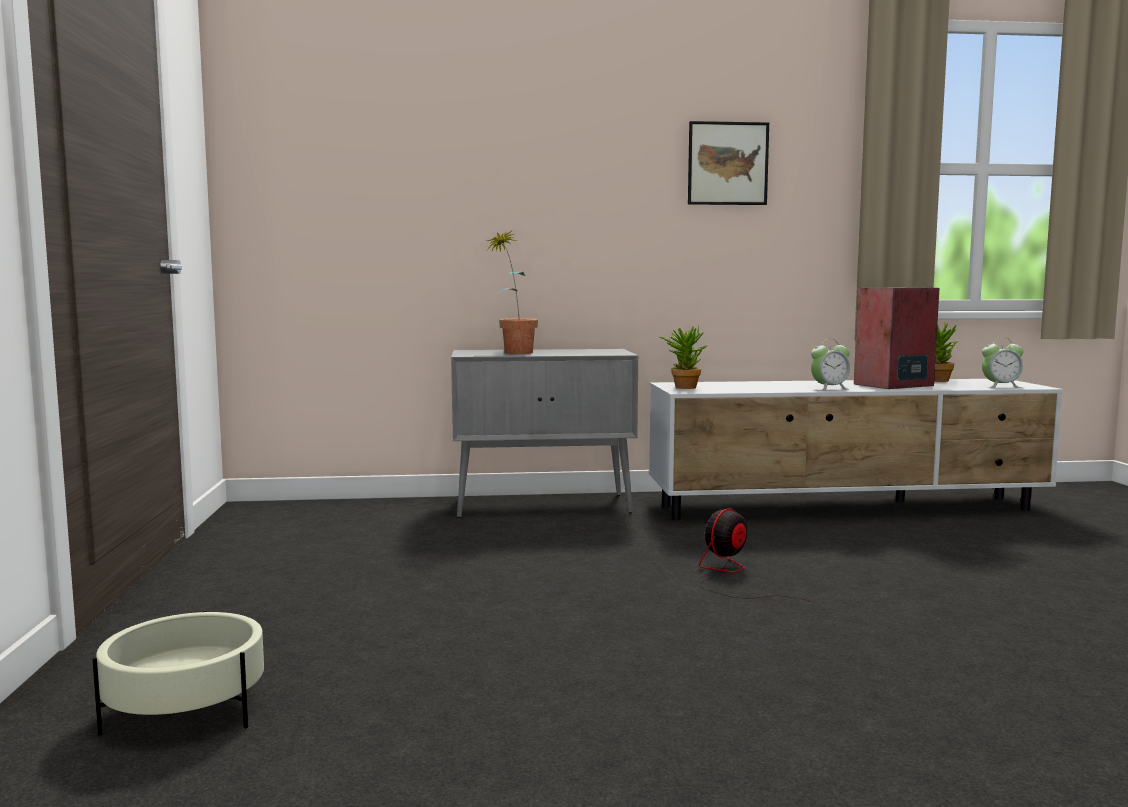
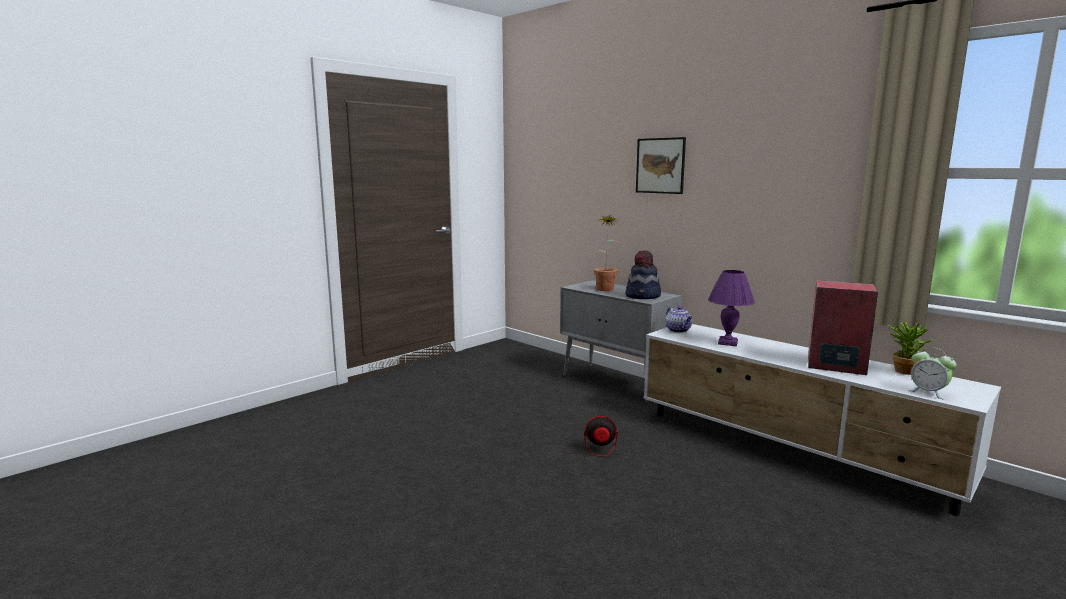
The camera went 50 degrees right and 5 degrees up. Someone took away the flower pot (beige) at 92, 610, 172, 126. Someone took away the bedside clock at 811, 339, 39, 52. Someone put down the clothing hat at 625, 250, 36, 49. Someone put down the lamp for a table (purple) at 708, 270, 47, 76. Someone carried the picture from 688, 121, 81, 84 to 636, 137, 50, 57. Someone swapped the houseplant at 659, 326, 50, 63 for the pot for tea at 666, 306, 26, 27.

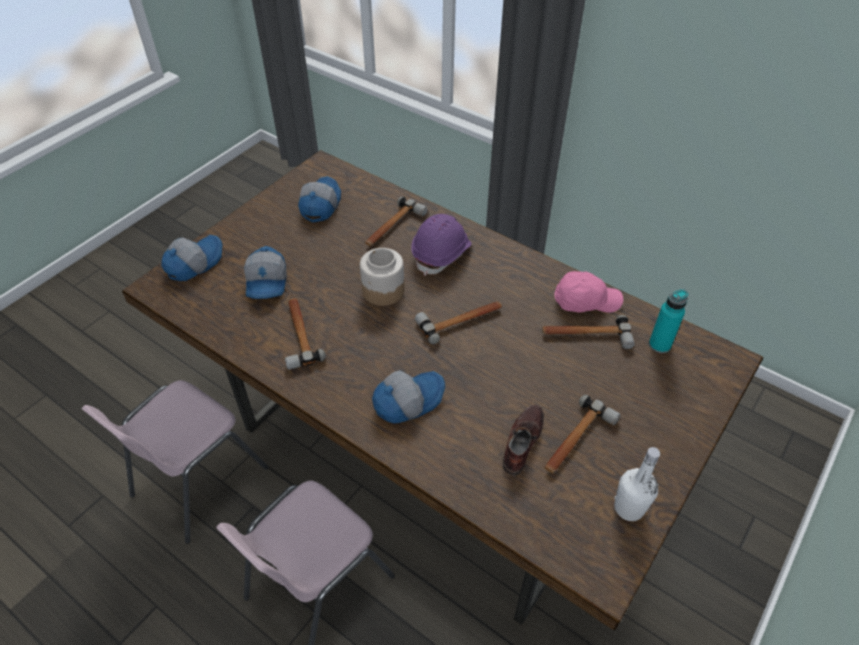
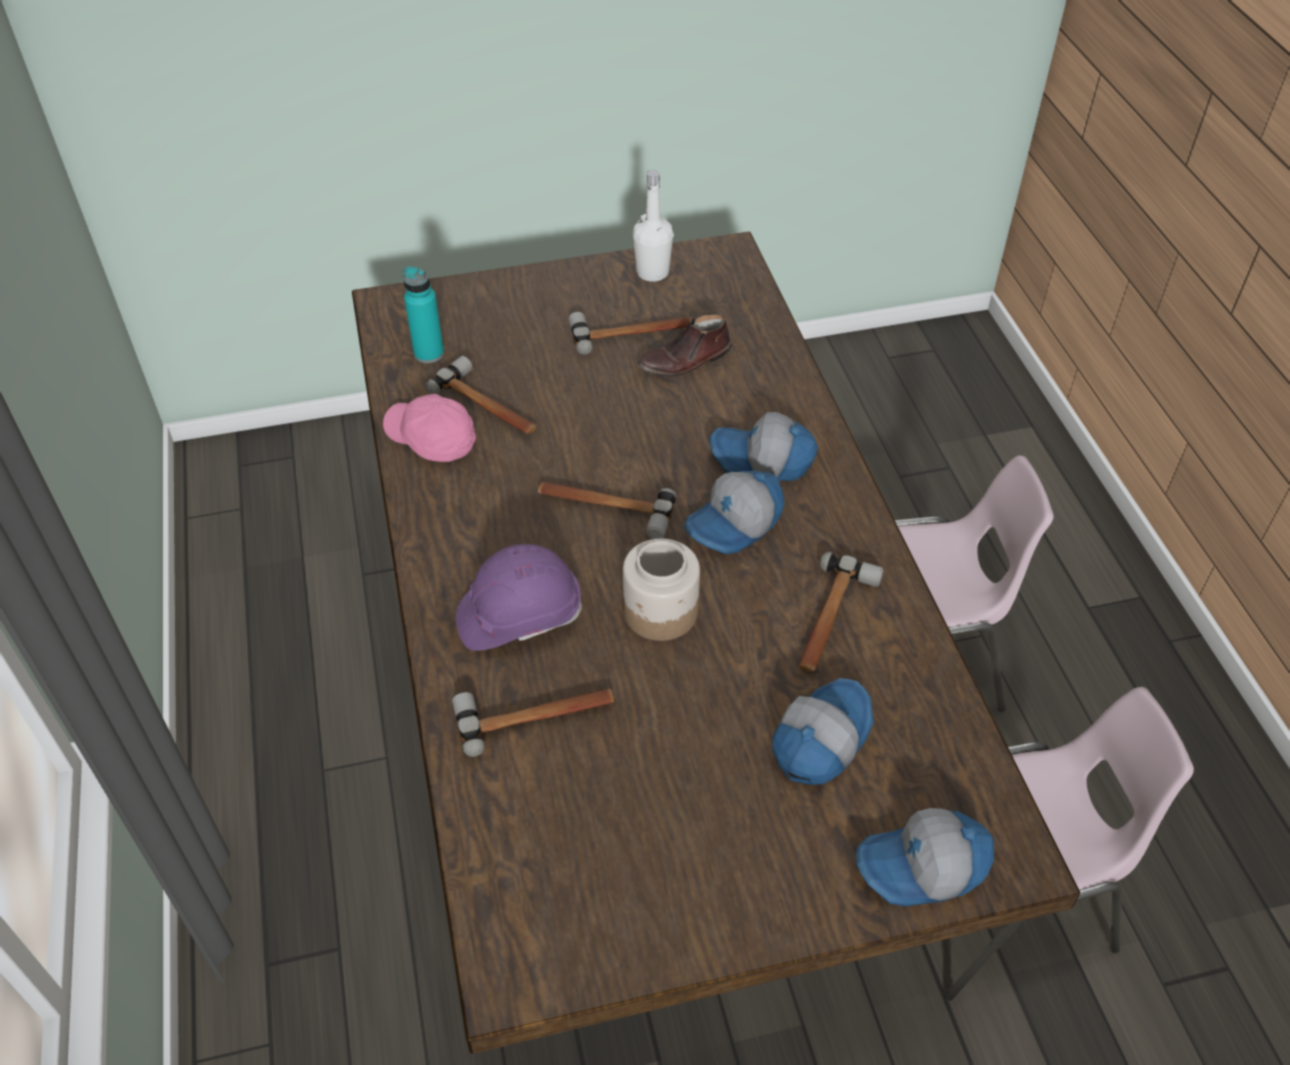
The camera went 140 degrees left and 0 degrees up. Someone carried the cap from 298, 176, 43, 47 to 684, 471, 100, 83.

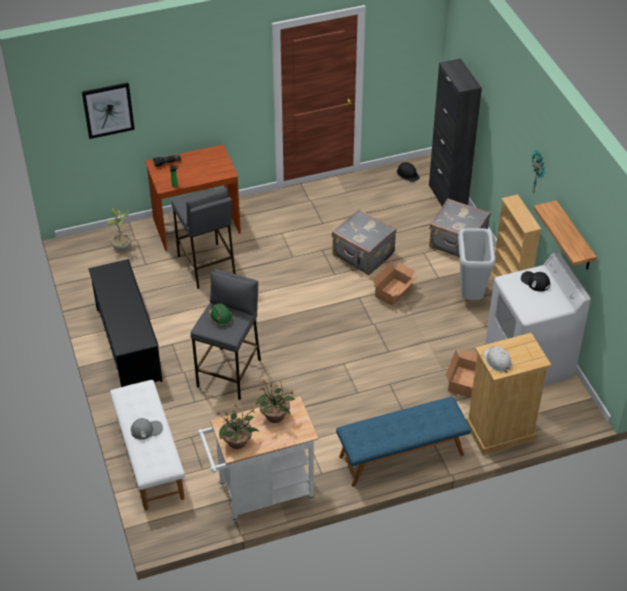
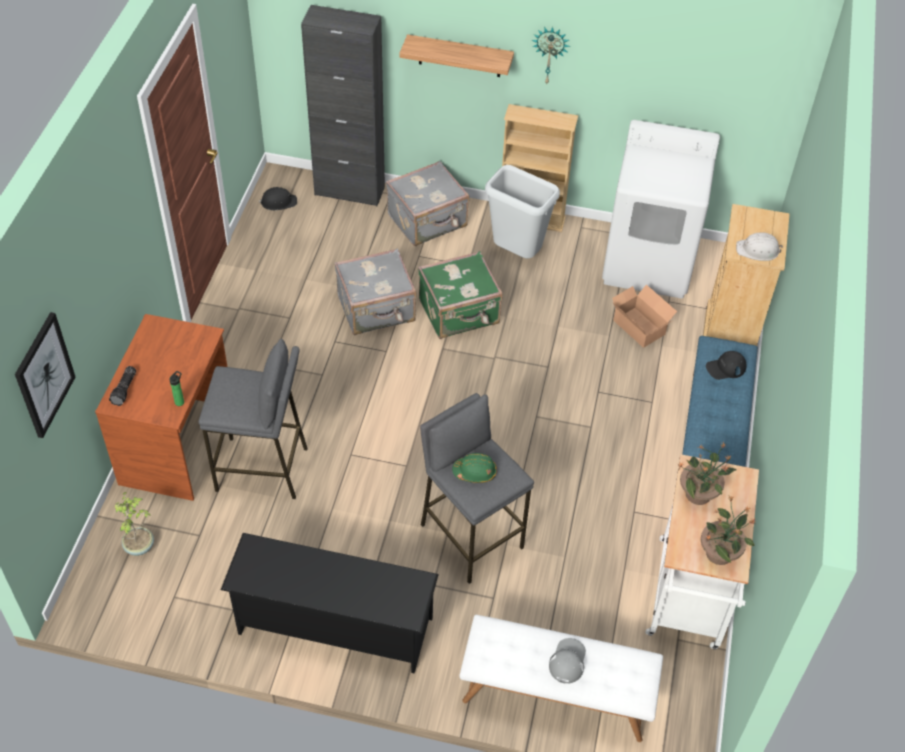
The camera went 60 degrees left and 5 degrees up. Someone carried the cap (black-coloured) from 521, 271, 29, 21 to 706, 351, 41, 29. Someone carried the wall shelf from 534, 200, 63, 70 to 399, 34, 115, 43. Someone swapped the packing box at 373, 261, 46, 45 for the travel case (green-coloured) at 418, 251, 85, 88.

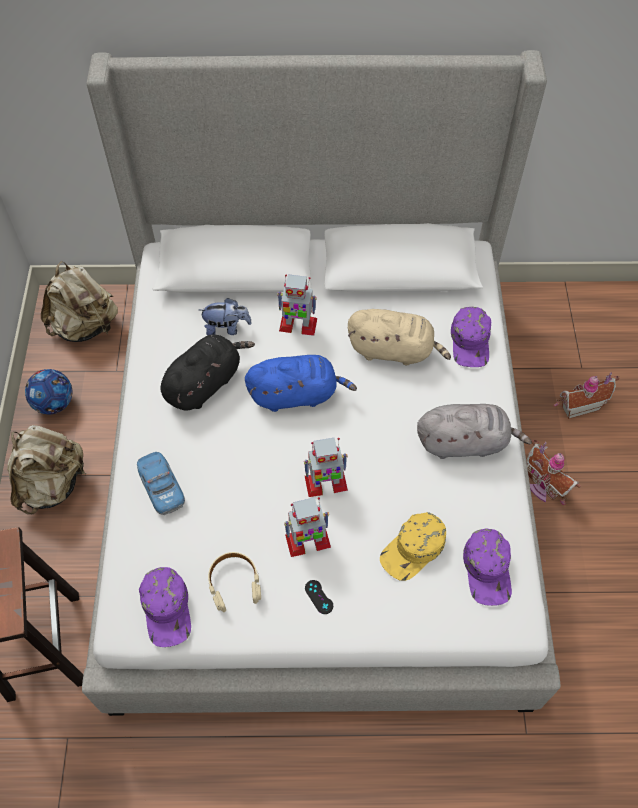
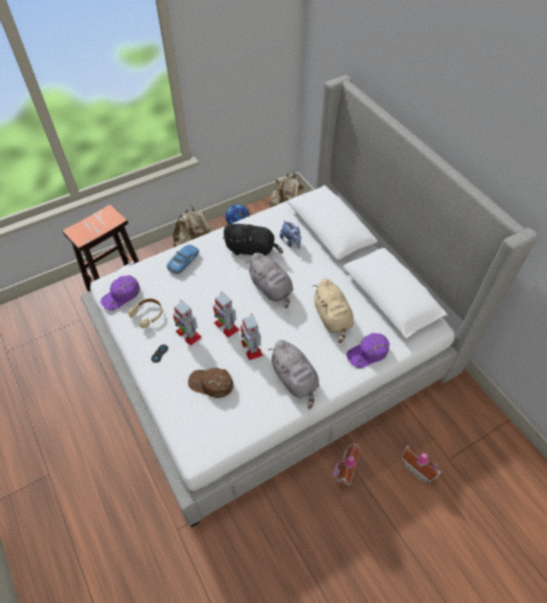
The camera went 60 degrees right and 5 degrees down. Someone took away the cap (purple) at 463, 528, 49, 78. Someone carried the model robot from 277, 275, 40, 61 to 240, 314, 23, 46. Someone repainted the soft toy (blue) at 245, 355, 112, 57, which became the soft toy (grey) at 246, 253, 47, 55. Someone repainted the cap (yellow) at 380, 512, 66, 69, which became the cap (brown) at 188, 367, 45, 31.

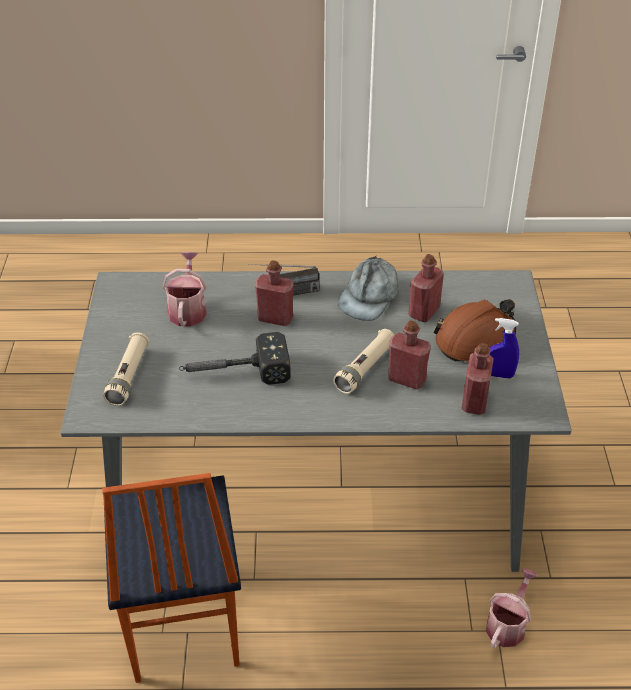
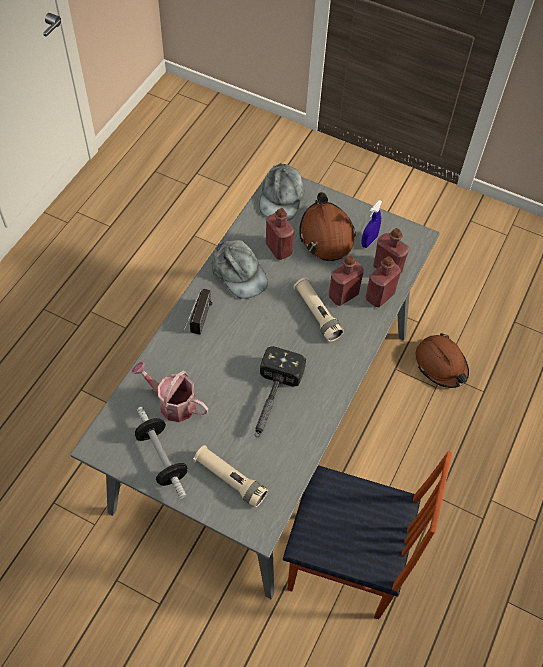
The camera went 65 degrees left and 15 degrees up. Someone put down the free weight at 135, 407, 52, 92. Someone put down the cap (grey) at 259, 162, 45, 59. Someone carried the beverage bottle (reddish) from 255, 260, 39, 66 to 366, 256, 35, 52. Someone swapped the watering pot at 486, 568, 52, 80 for the hard hat (brown) at 416, 333, 53, 55.

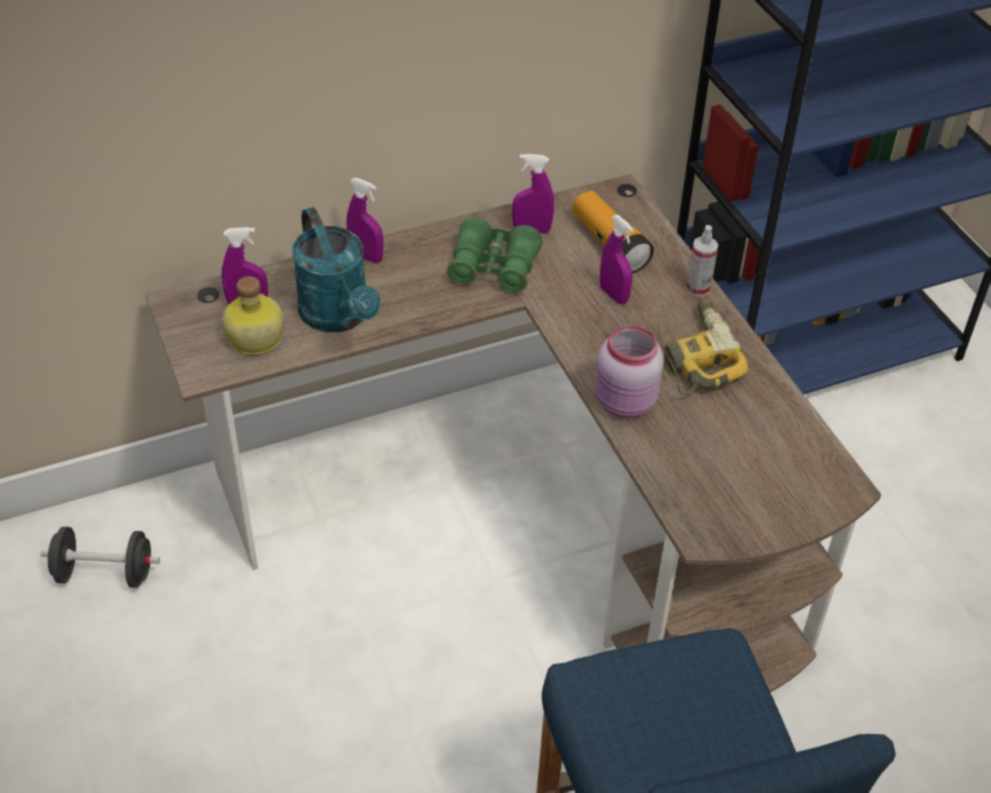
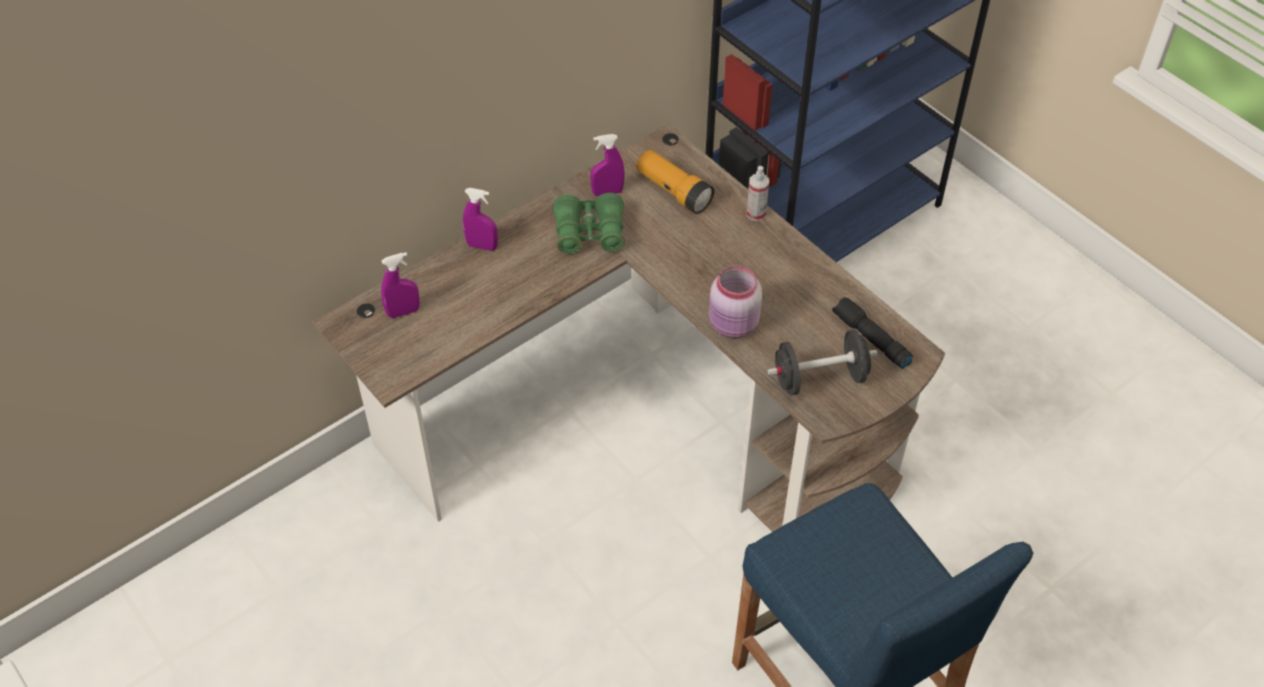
The camera went 15 degrees left and 5 degrees up. Someone took away the beverage bottle at 222, 276, 62, 79. Someone took away the watering pot (blue-green) at 292, 207, 89, 125. Someone took away the spray bottle (purple) at 600, 215, 34, 89. Someone took away the power drill at 658, 299, 90, 96. Someone put down the flashlight (black-coloured) at 832, 297, 81, 72. Someone carried the free weight (black-coloured) from 40, 527, 120, 61 to 768, 330, 110, 65.

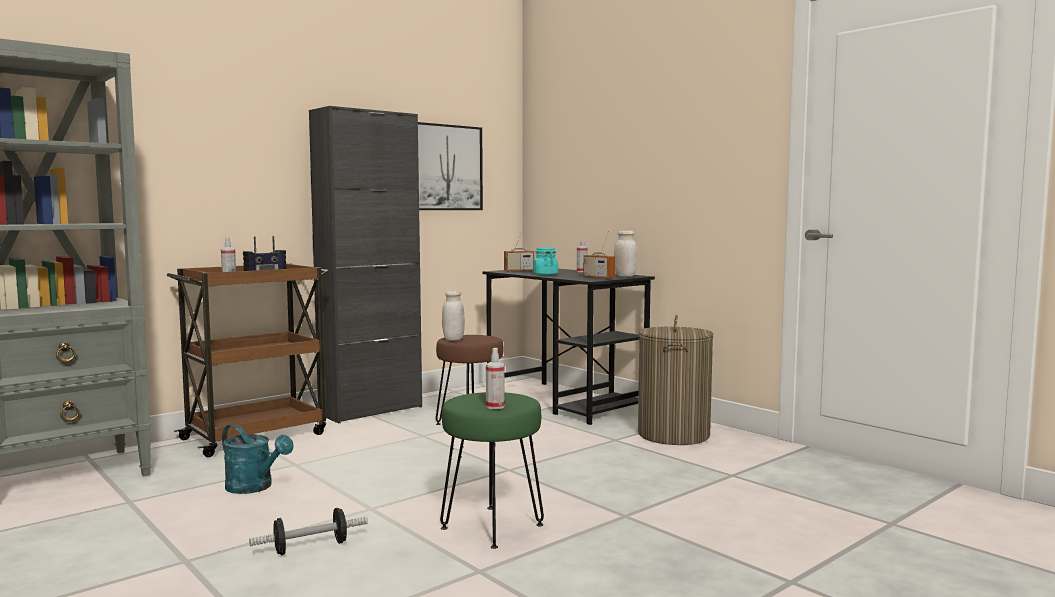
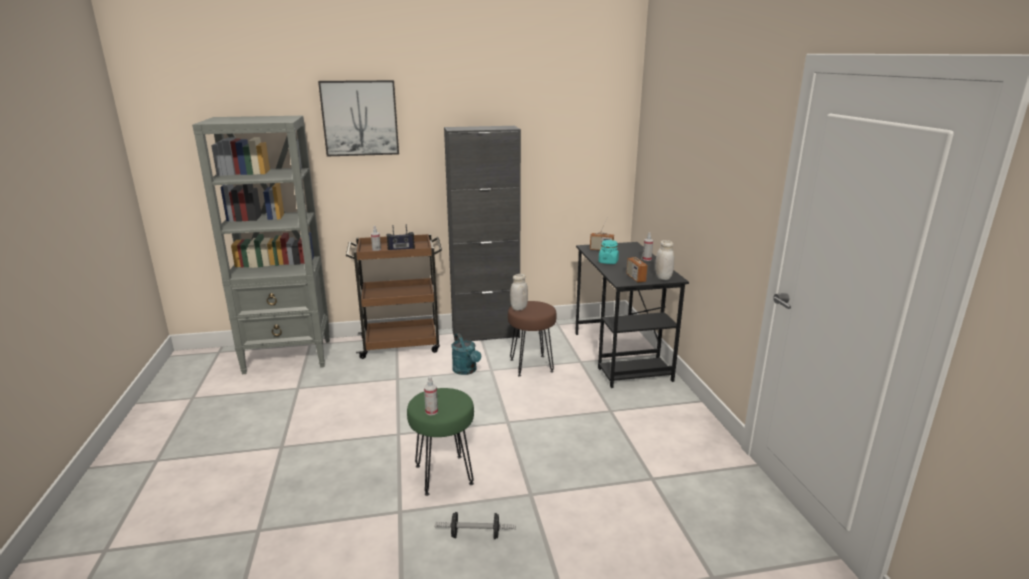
The camera went 30 degrees right and 15 degrees up. Someone took away the hamper at 638, 315, 75, 130. Someone carried the watering pot (blue-green) from 222, 424, 71, 70 to 452, 333, 29, 42. Someone carried the free weight from 249, 508, 119, 47 to 435, 512, 81, 28. Someone carried the picture from 418, 122, 65, 88 to 318, 80, 81, 76.

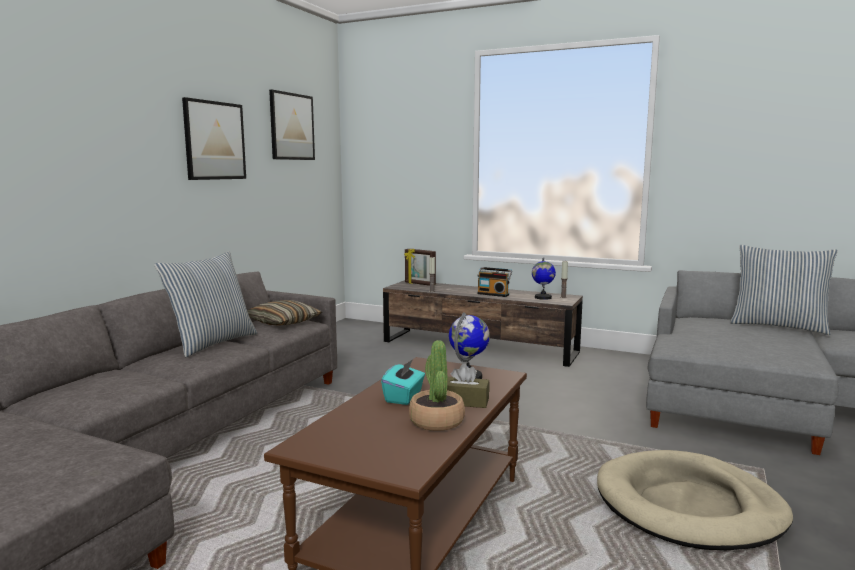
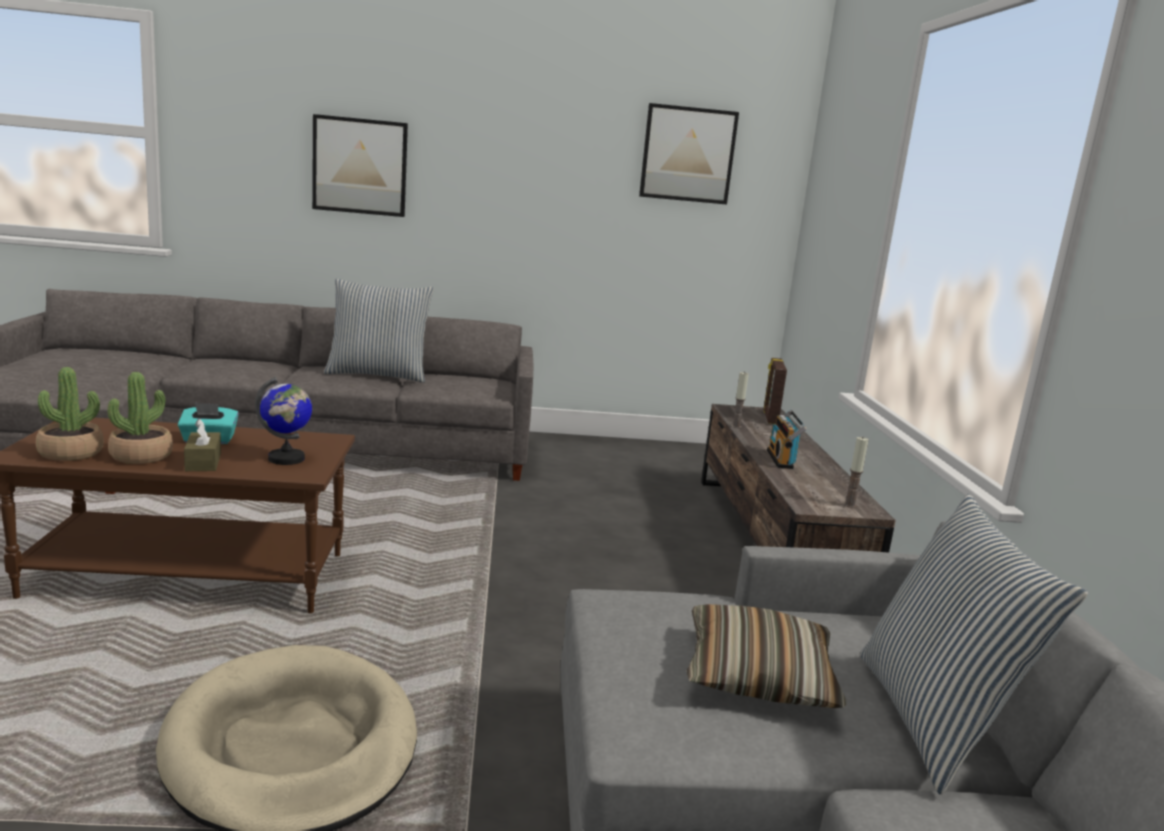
The camera went 60 degrees right and 5 degrees up. Someone took away the globe at 532, 258, 24, 42. Someone put down the houseplant at 36, 367, 68, 94. Someone carried the picture from 182, 97, 64, 83 to 312, 114, 96, 103. Someone carried the pillow from 247, 300, 75, 25 to 687, 604, 159, 104.

